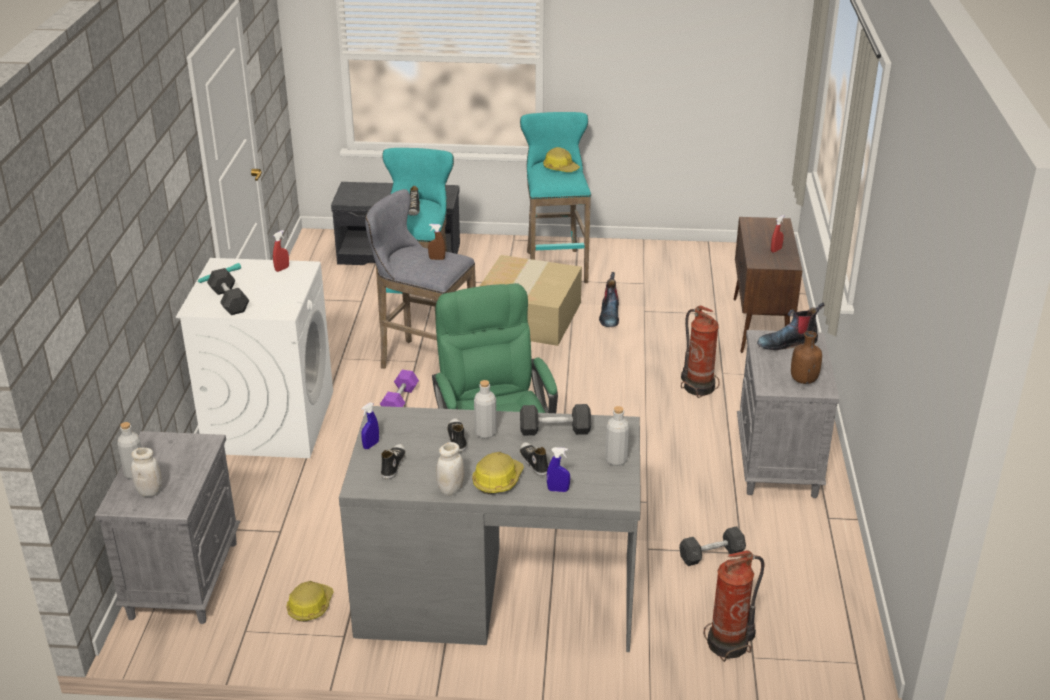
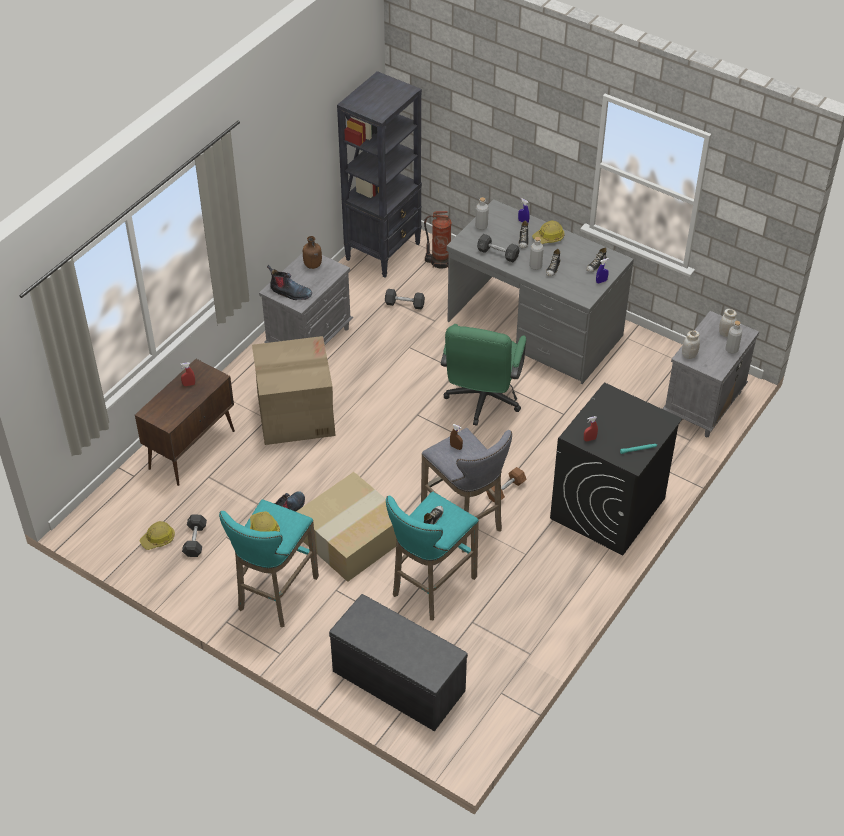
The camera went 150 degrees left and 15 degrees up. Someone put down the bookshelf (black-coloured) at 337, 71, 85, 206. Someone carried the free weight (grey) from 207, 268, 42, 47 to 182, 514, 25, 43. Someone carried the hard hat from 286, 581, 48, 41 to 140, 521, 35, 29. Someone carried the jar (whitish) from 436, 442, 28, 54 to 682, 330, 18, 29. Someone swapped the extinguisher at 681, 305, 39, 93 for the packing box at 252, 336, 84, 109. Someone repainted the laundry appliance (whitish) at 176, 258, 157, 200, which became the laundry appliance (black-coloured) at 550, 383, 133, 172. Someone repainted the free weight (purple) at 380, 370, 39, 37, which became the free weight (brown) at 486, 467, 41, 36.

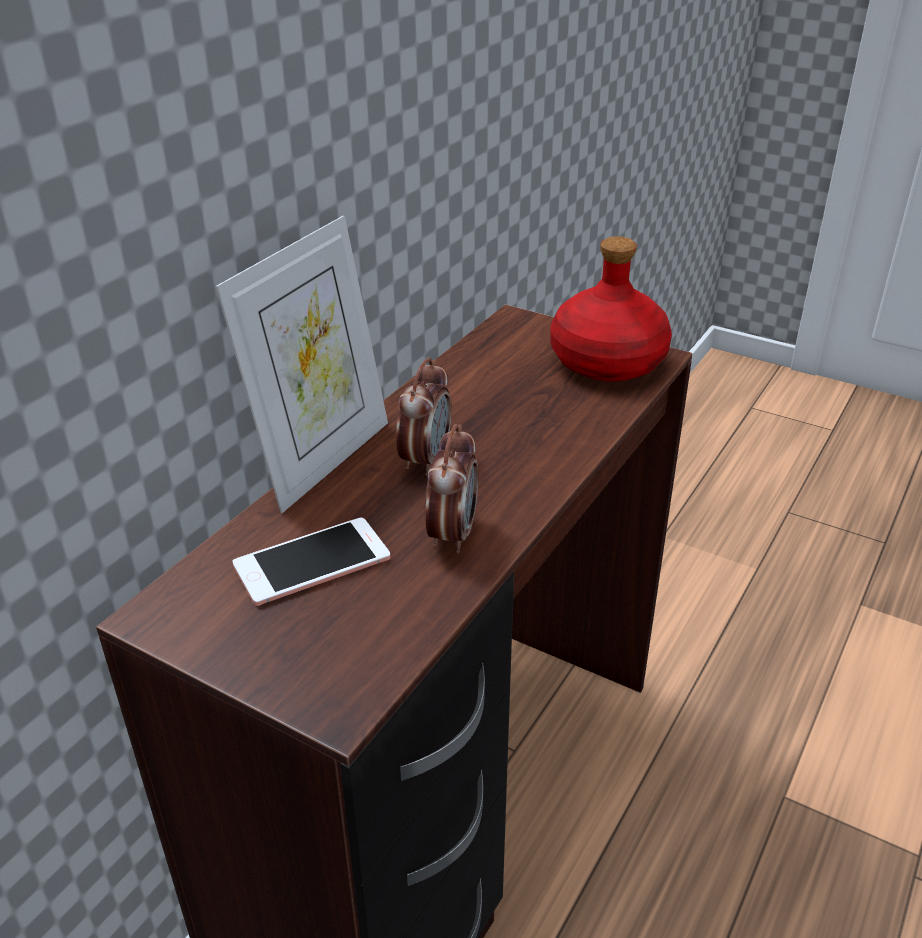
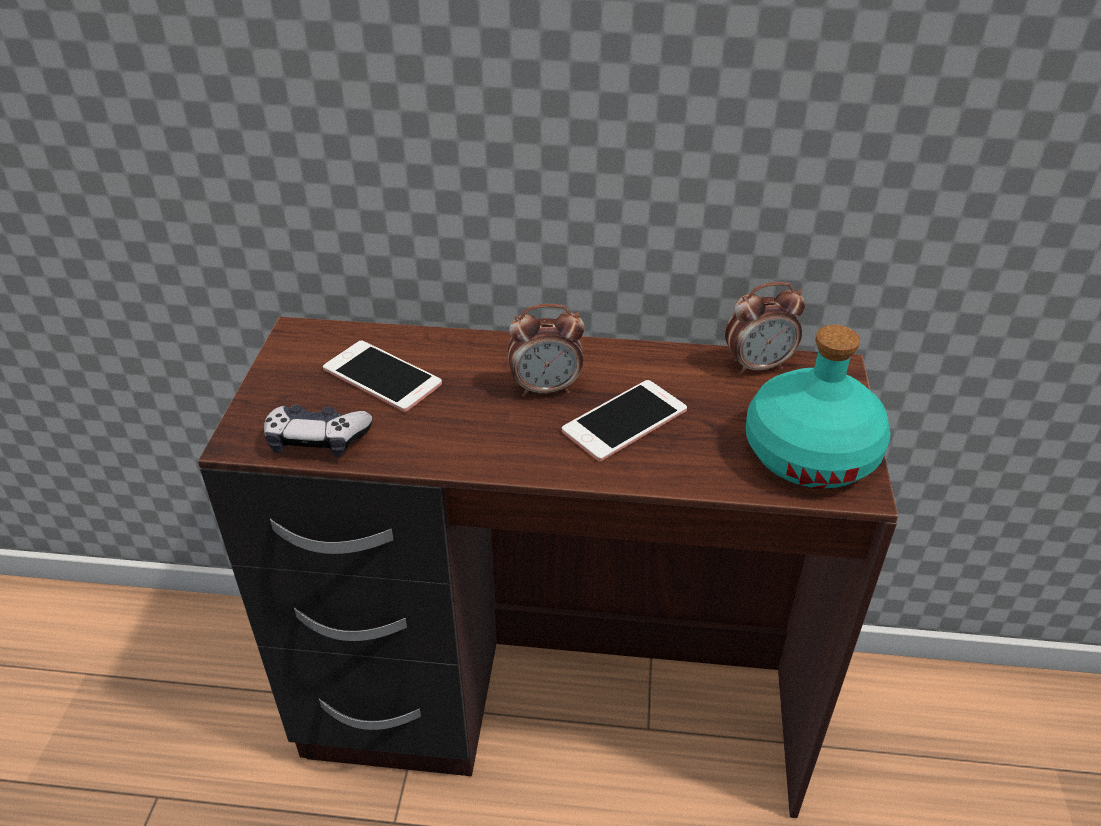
The camera went 65 degrees right and 5 degrees up. Someone took away the photo frame at 216, 216, 172, 297. Someone put down the gamepad at 264, 404, 109, 53. Someone put down the phone at 562, 380, 125, 81. Someone carried the bedside clock from 425, 424, 53, 129 to 725, 282, 80, 93. Someone repainted the beverage bottle (reddish) at 550, 236, 122, 146, which became the beverage bottle (blue-green) at 746, 325, 145, 163.

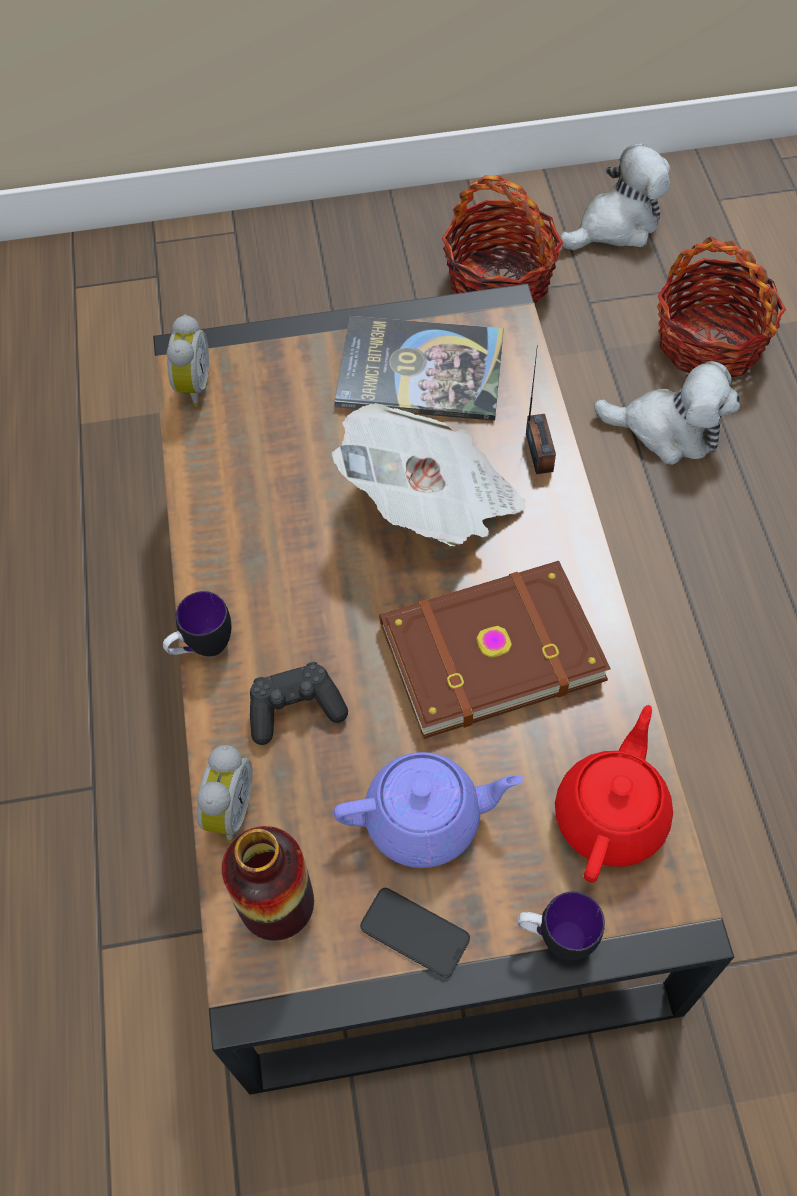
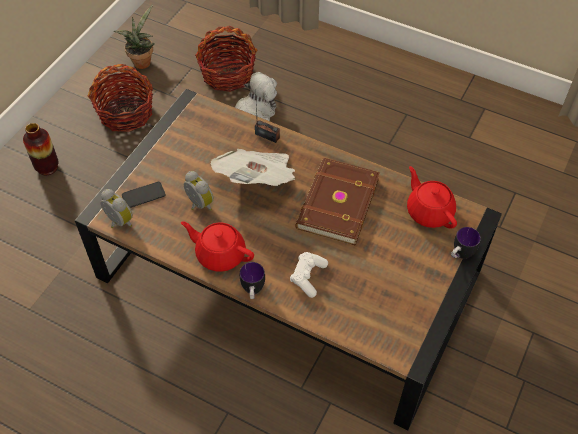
The camera went 55 degrees left and 5 degrees down. Someone took away the volume at 334, 316, 170, 105. Someone took away the pot for tea (purple) at 334, 752, 189, 116. Someone put down the pot for tea (reddish) at 181, 221, 73, 51. Someone carried the bedside clock from 197, 745, 55, 98 to 184, 171, 30, 40. Someone carried the flower vase from 222, 826, 92, 115 to 23, 123, 36, 53. Someone carried the phone from 360, 888, 110, 90 to 122, 182, 44, 26. Someone swapped the soft toy at 560, 143, 110, 107 for the houseplant at 114, 5, 41, 64. Someone repainted the gamepad (black-coloured) at 250, 662, 98, 83, which became the gamepad (whitish) at 290, 252, 38, 46.

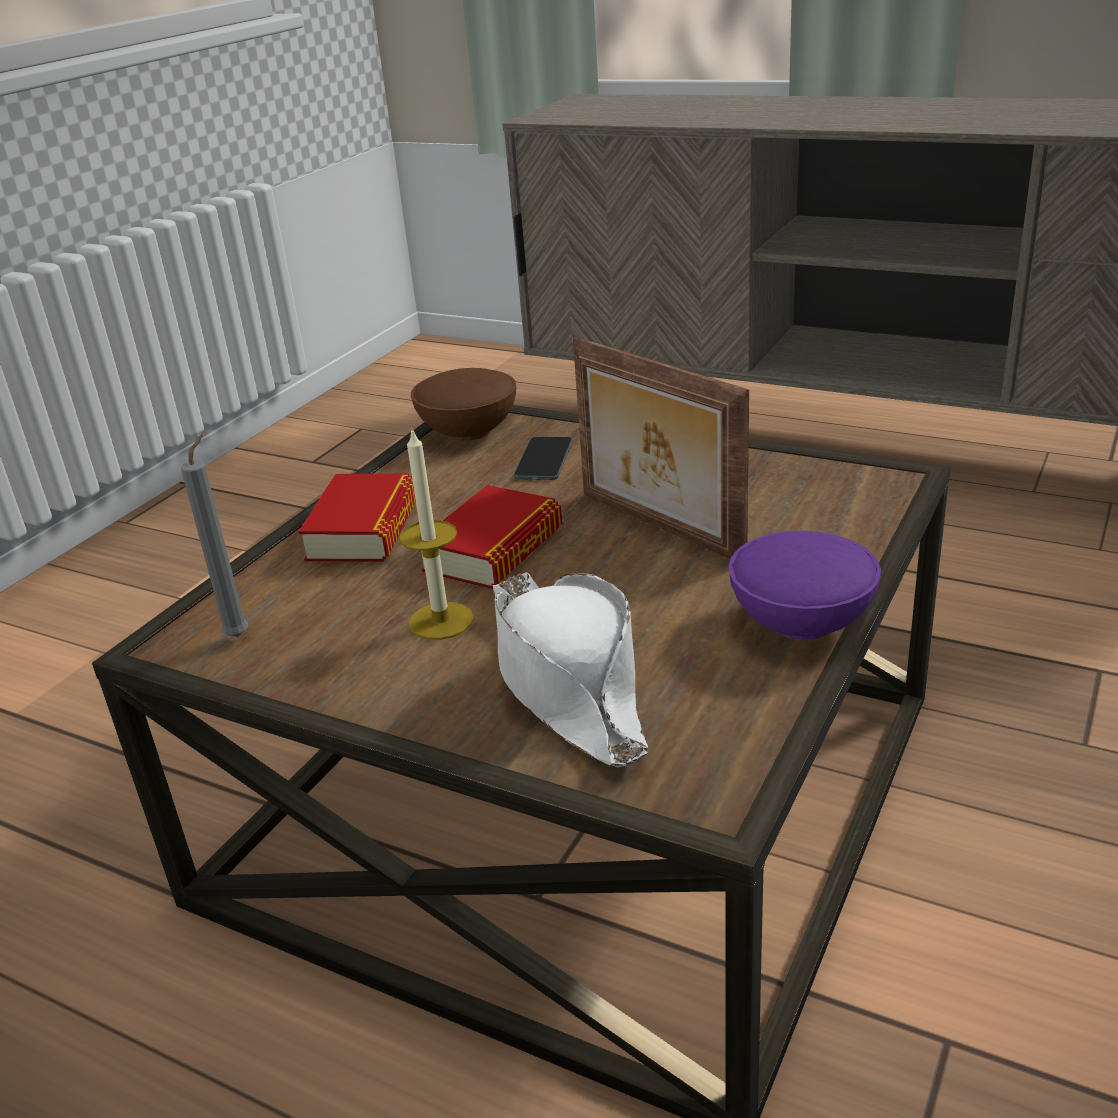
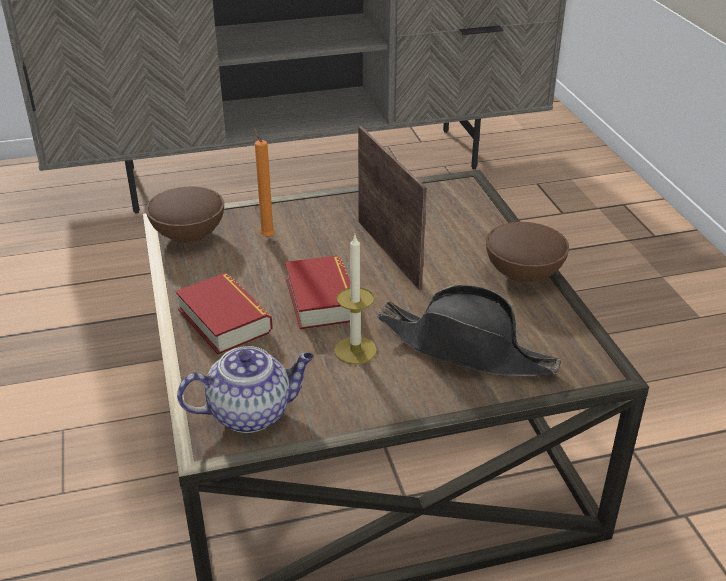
The camera went 45 degrees left and 5 degrees up. Someone swapped the candle (grey) at 181, 434, 67, 203 for the pot for tea at 177, 346, 137, 87. Someone swapped the phone at 514, 437, 59, 43 for the candle (orange-coloured) at 253, 127, 22, 111. Someone repainted the clothing hat (whitish) at 493, 572, 155, 196, which became the clothing hat (black-coloured) at 377, 285, 184, 92. Someone repainted the deep dish (purple) at 729, 531, 152, 109, which became the deep dish (brown) at 486, 222, 83, 61. Someone rotated the photo frame at 573, 337, 176, 222 by 120 degrees counterclockwise.

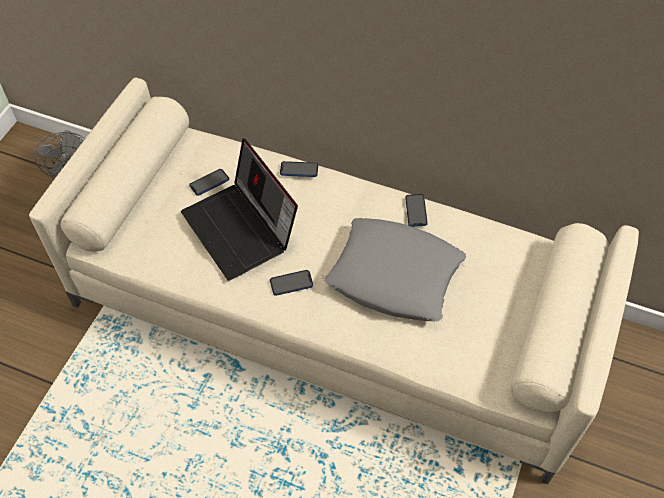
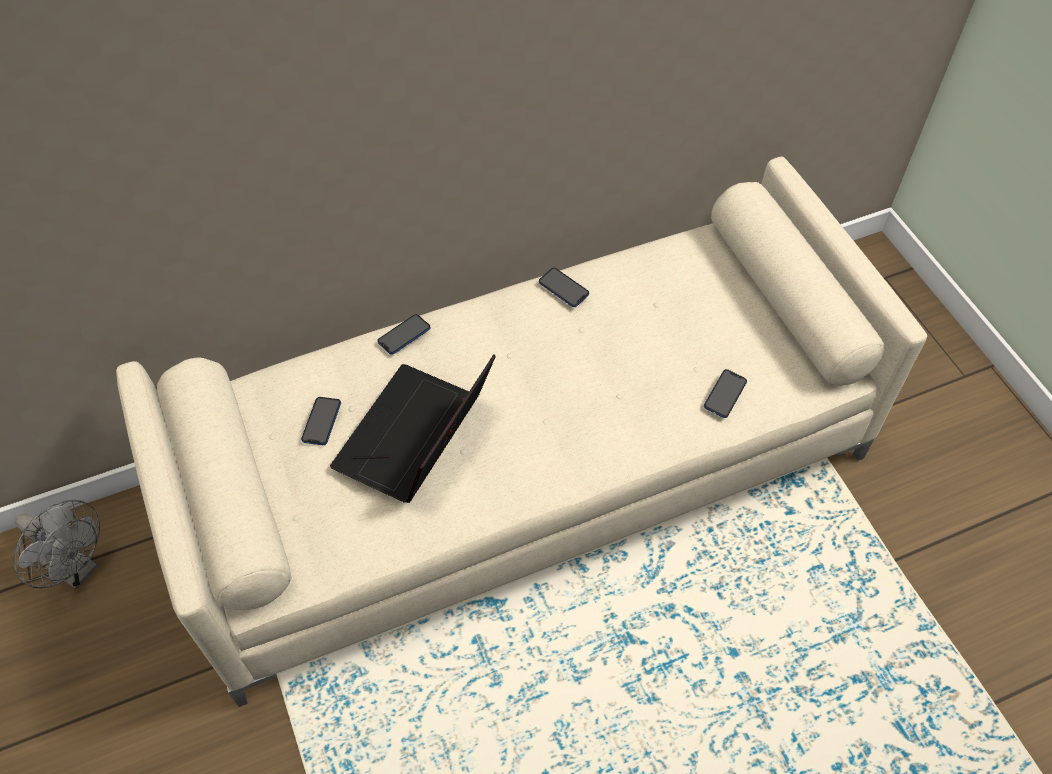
The camera went 45 degrees left and 0 degrees up. Someone took away the pillow (grey) at 324, 218, 142, 104. Someone carried the phone from 270, 270, 43, 26 to 704, 369, 43, 49. Someone rotated the portable computer at 181, 138, 117, 143 by 105 degrees clockwise.

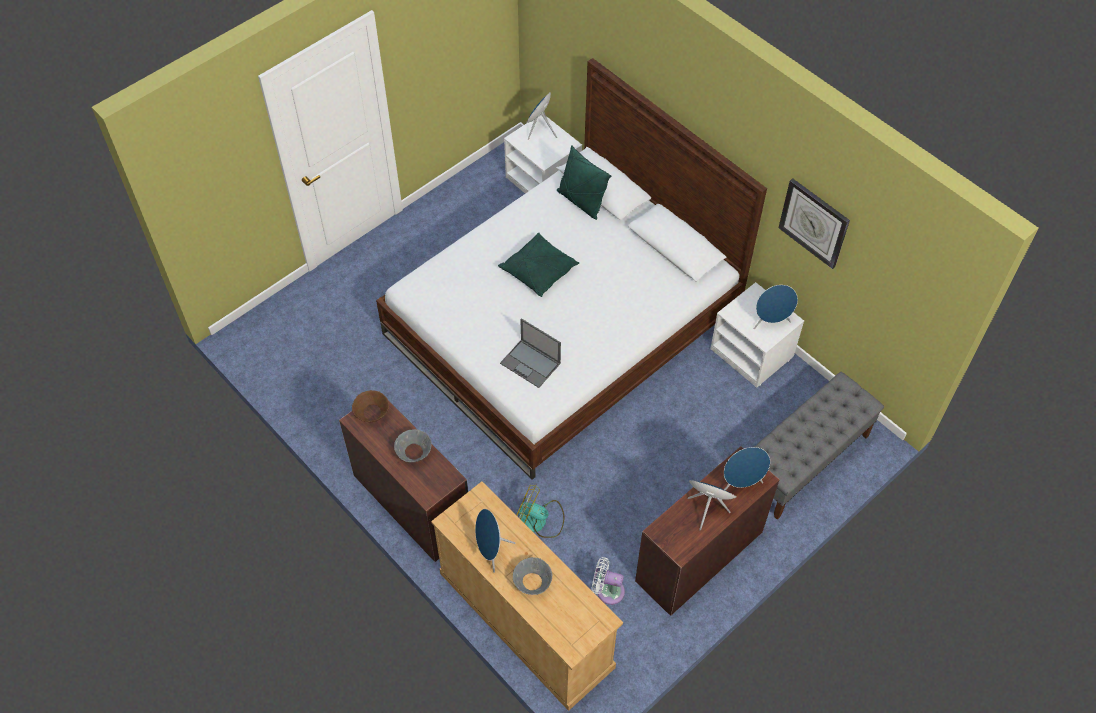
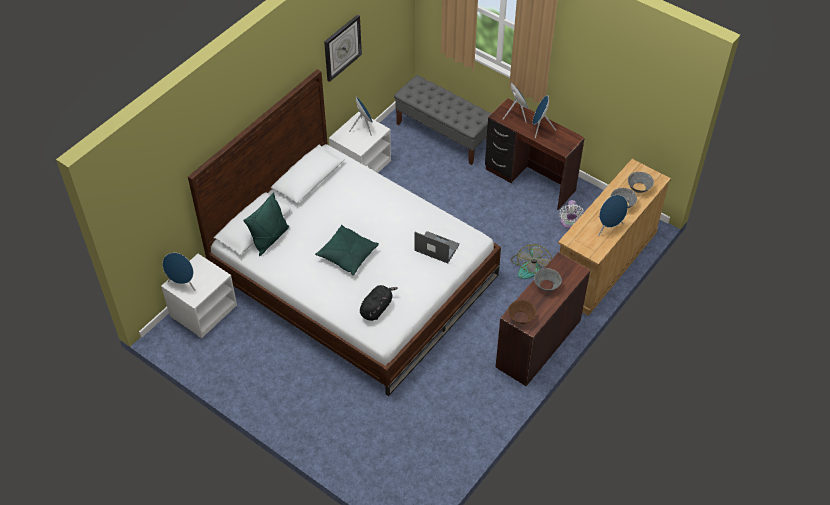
The camera went 100 degrees left and 5 degrees down. Someone put down the soft toy (black-coloured) at 360, 285, 38, 36. Someone put down the deep dish (grey) at 628, 172, 26, 21. Someone rotated the portable computer at 500, 318, 61, 70 by 90 degrees counterclockwise.

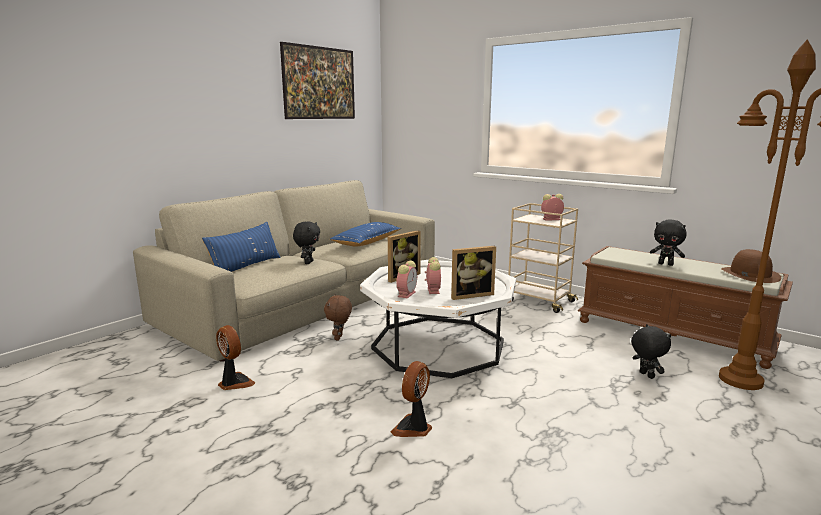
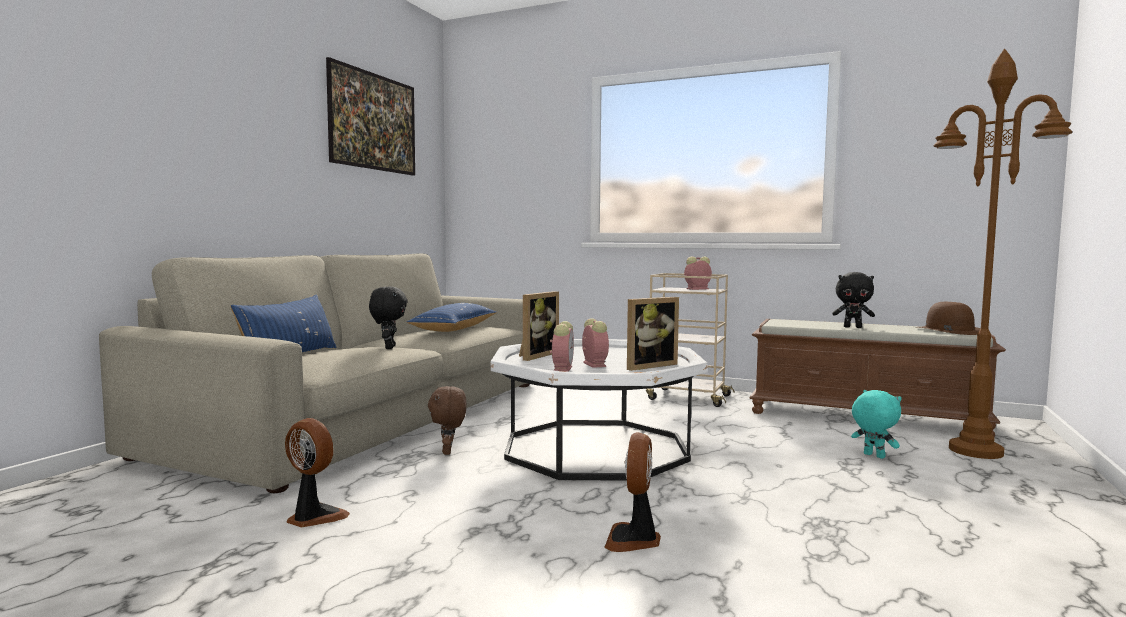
The camera went 15 degrees left and 10 degrees down. Someone repainted the soft toy (black-coloured) at 631, 324, 40, 55, which became the soft toy (blue-green) at 851, 390, 51, 69.

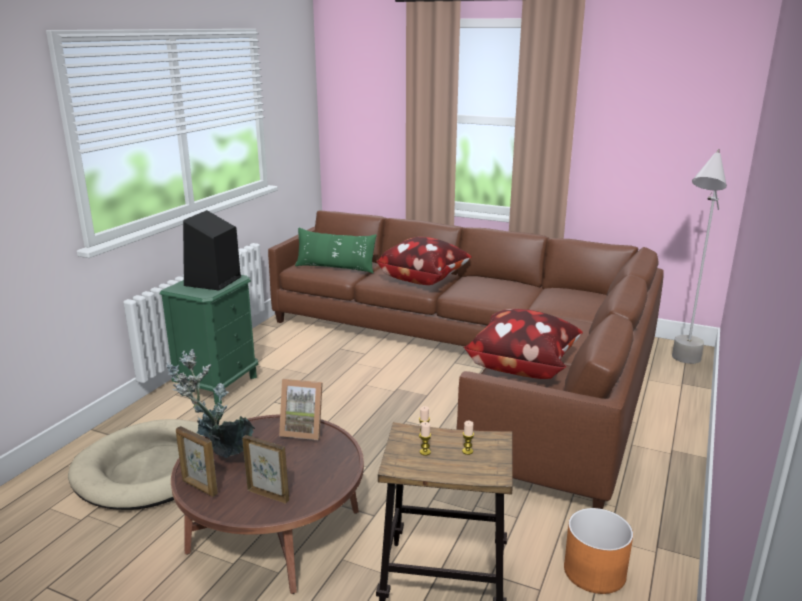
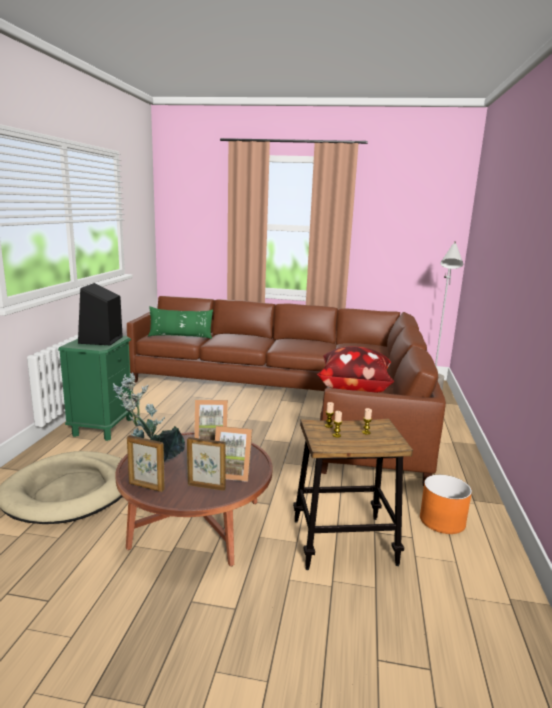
The camera went 15 degrees left and 5 degrees down. Someone took away the pillow at 377, 237, 95, 48. Someone put down the photo frame at 215, 426, 38, 56.

